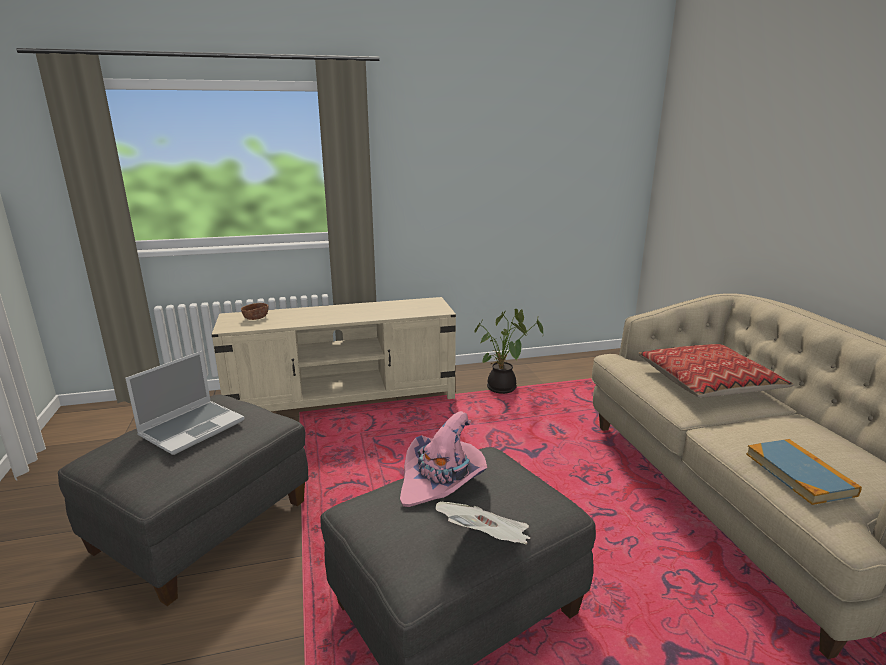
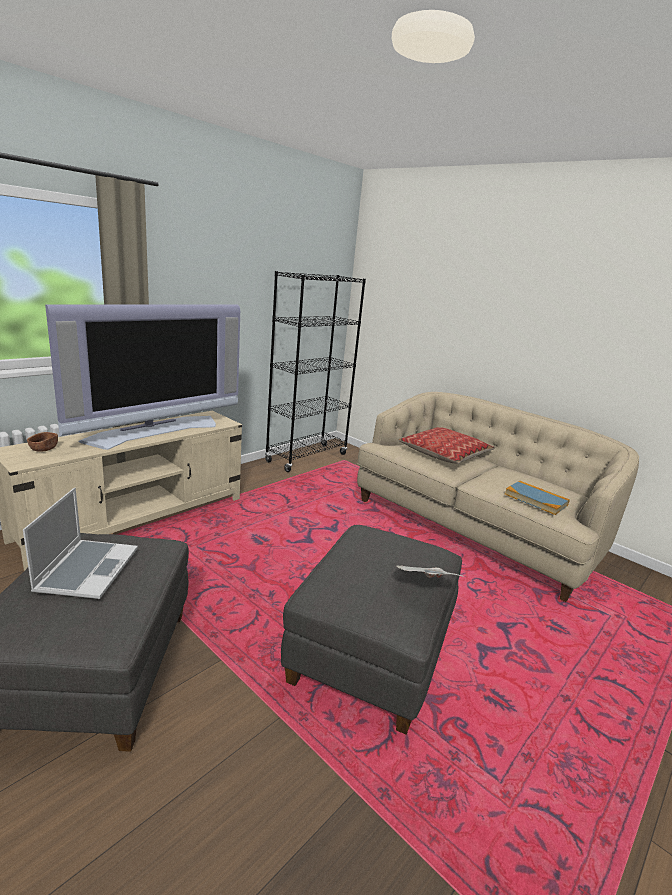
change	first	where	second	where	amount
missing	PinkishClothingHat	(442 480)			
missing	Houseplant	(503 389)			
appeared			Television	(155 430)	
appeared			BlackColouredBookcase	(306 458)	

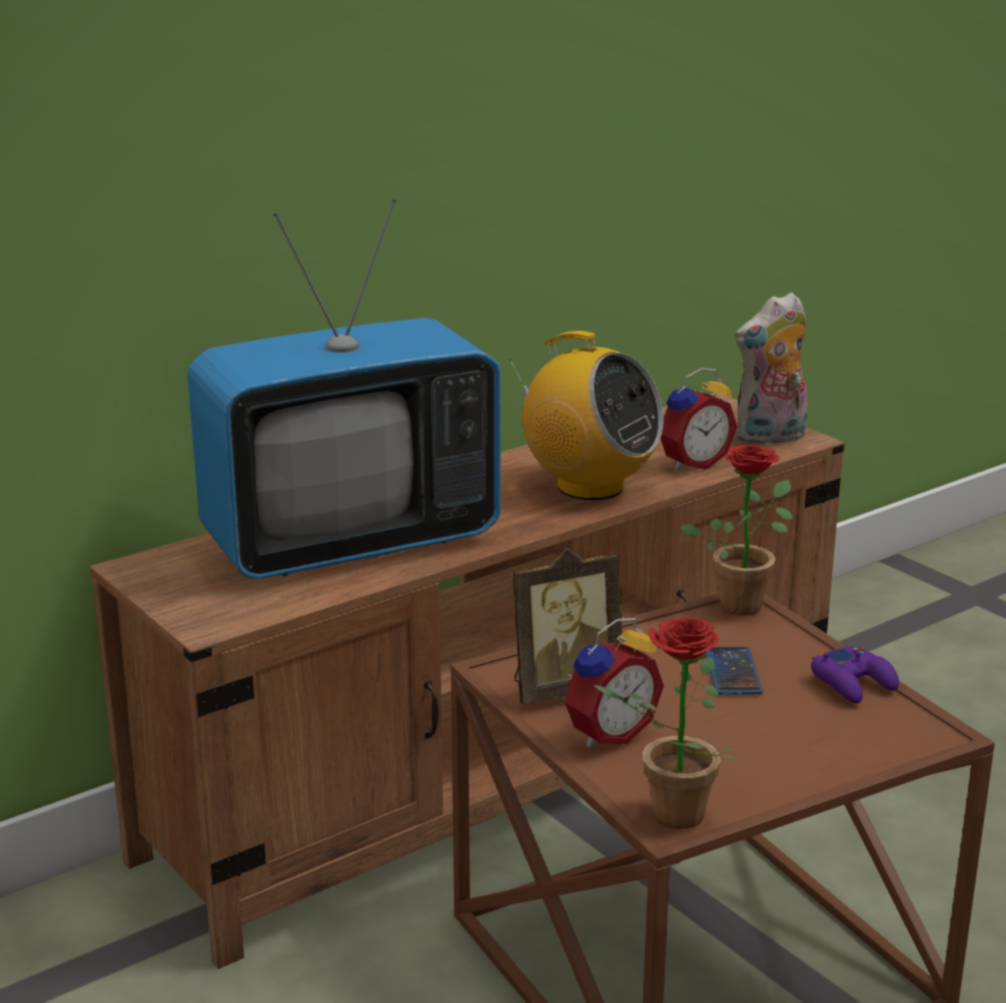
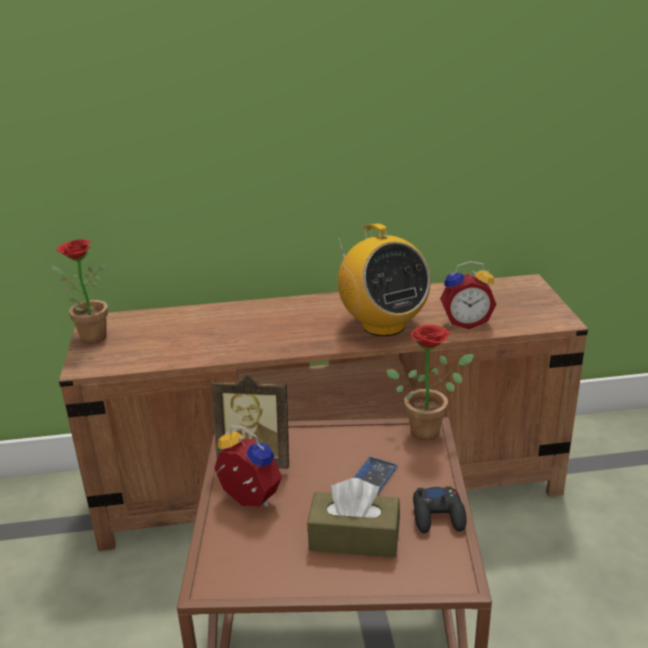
change	first	where	second	where	amount
missing	Television	(350 543)			
missing	CuddlyToy	(771 438)			
appeared			BrownTissueBox	(354 538)	
relocated	Houseplant	(666 816)		(88 337)	
colour	PurpleColouredGameController	(854 683)	BlackColouredGameController	(438 515)	
spun	AlarmClock	(607 733)		(247 501)	135 degrees counterclockwise

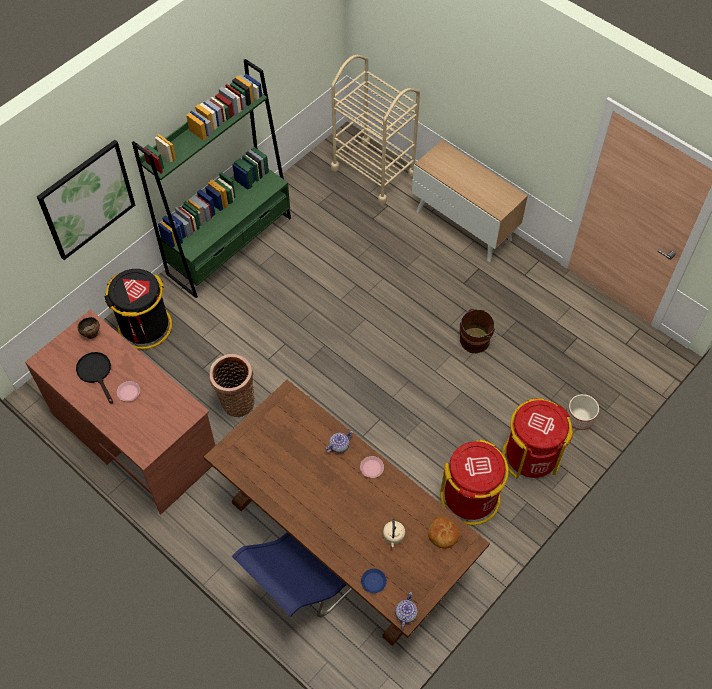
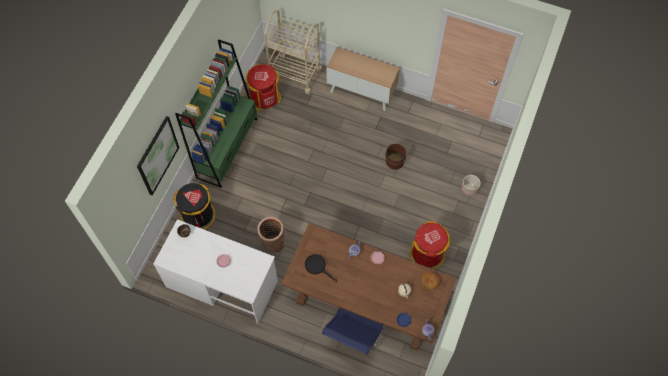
change	first	where	second	where	amount
relocated	BlackColouredPan	(96 373)		(317 267)	
relocated	ReddishRubbishBin	(531 455)		(264 98)	
colour	BrownDesk	(134 435)	WhiteColouredDesk	(222 283)	

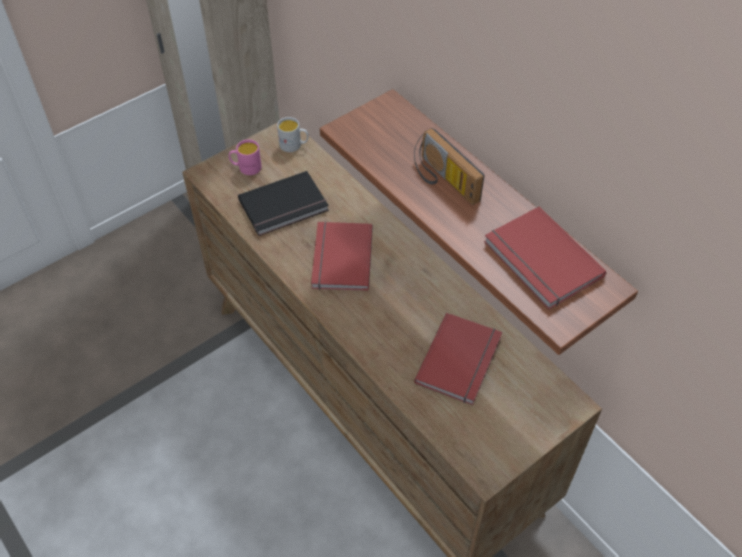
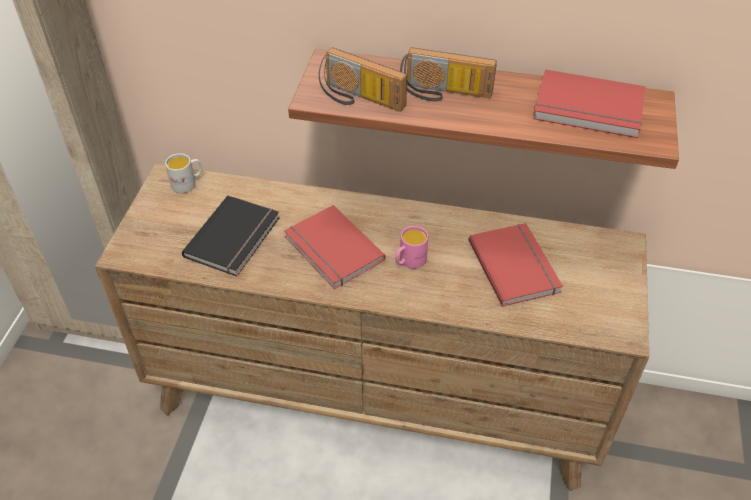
change	first	where	second	where	amount
appeared			RadioSet	(358 99)	
relocated	PinkishCoffeeMug	(246 167)		(409 261)	

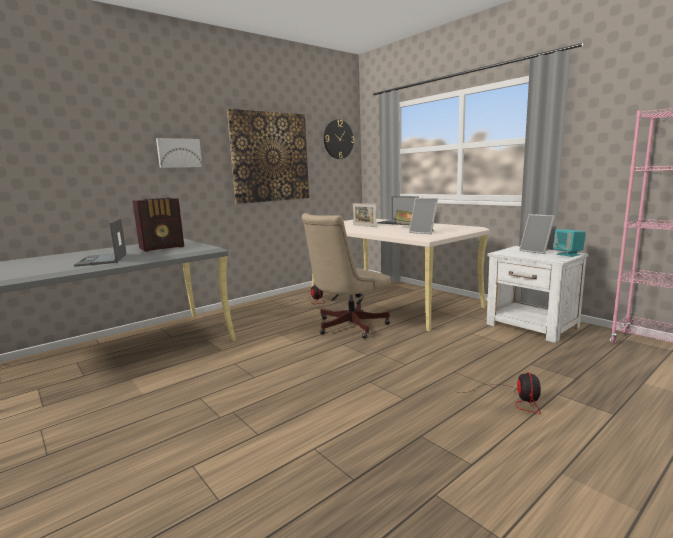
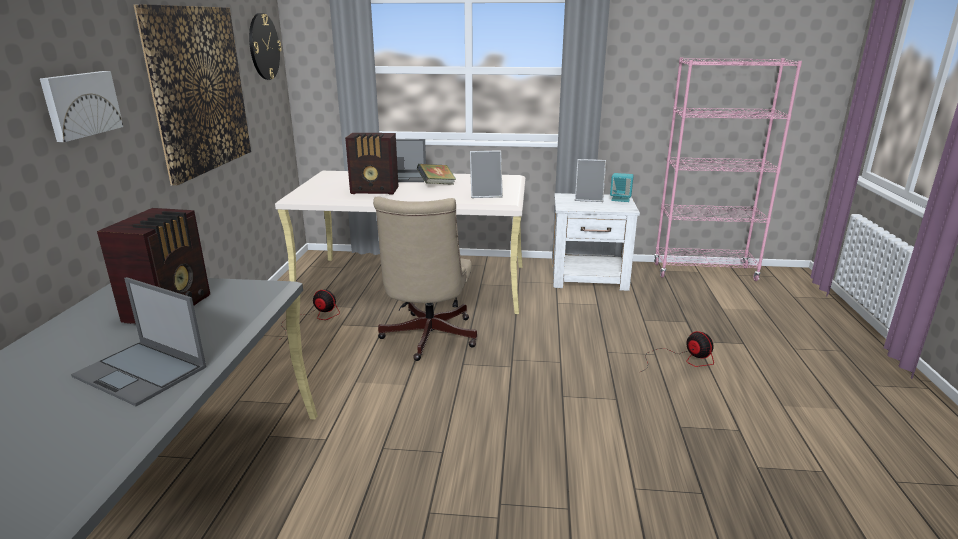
change	first	where	second	where	amount
exchanged	StandingFrame	(364 226)	RadioSet	(375 191)	

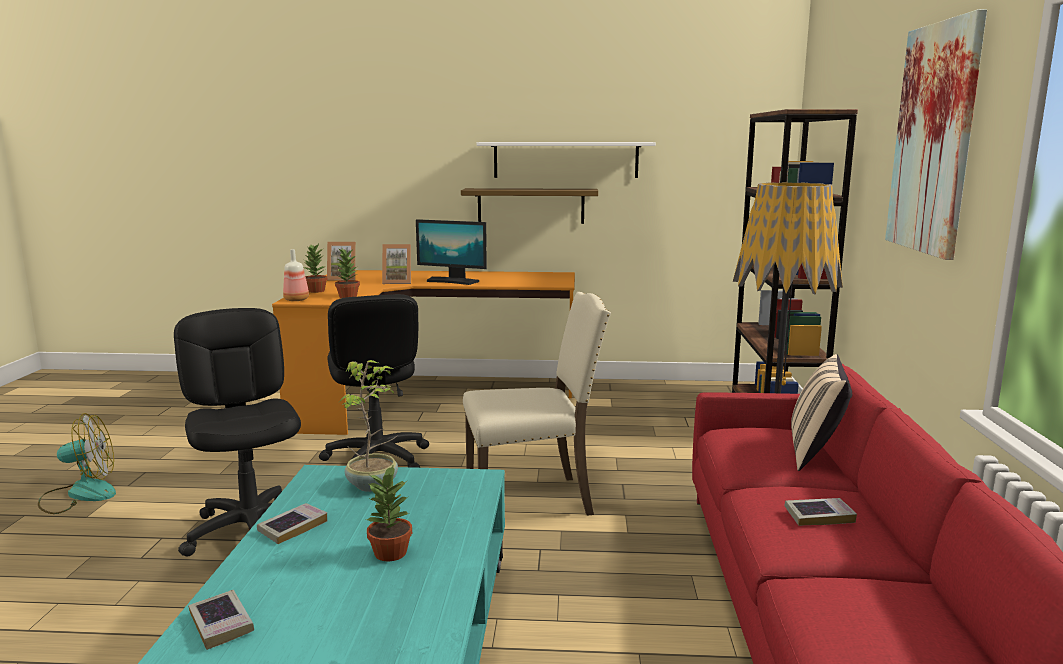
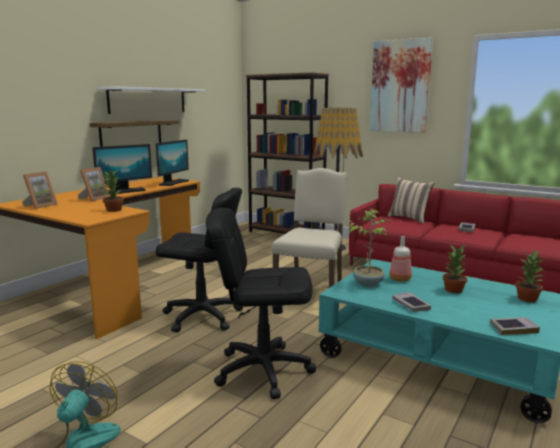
change	first	where	second	where	amount
appeared			ComputerDisplay	(173 183)	
relocated	DrinkBottle	(296 299)		(399 279)	
relocated	Houseplant	(316 291)		(528 299)	

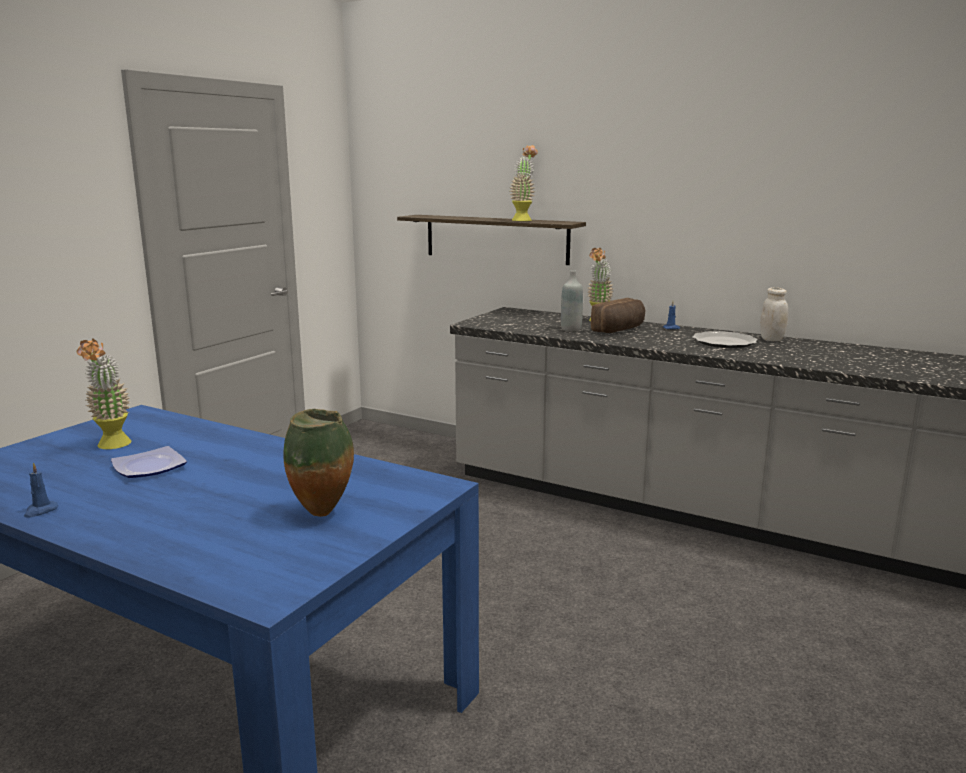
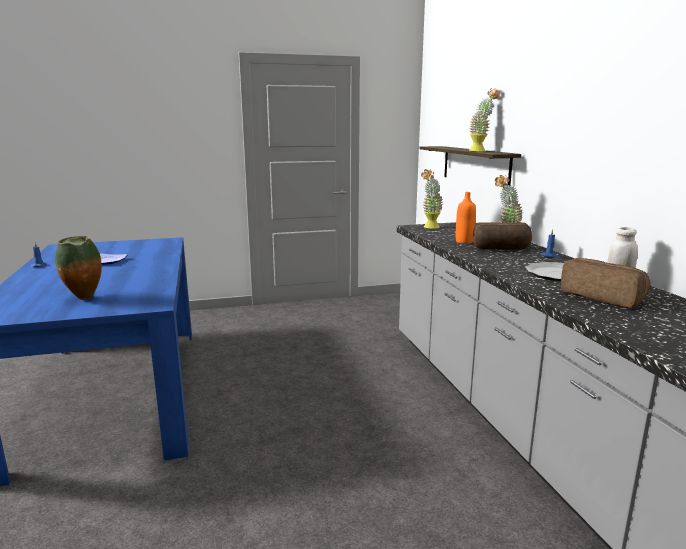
change	first	where	second	where	amount
appeared			Bread	(602 297)	
relocated	Houseplant	(112 447)		(429 227)	
colour	GreyDrinkBottle	(571 329)	OrangeDrinkBottle	(464 241)	

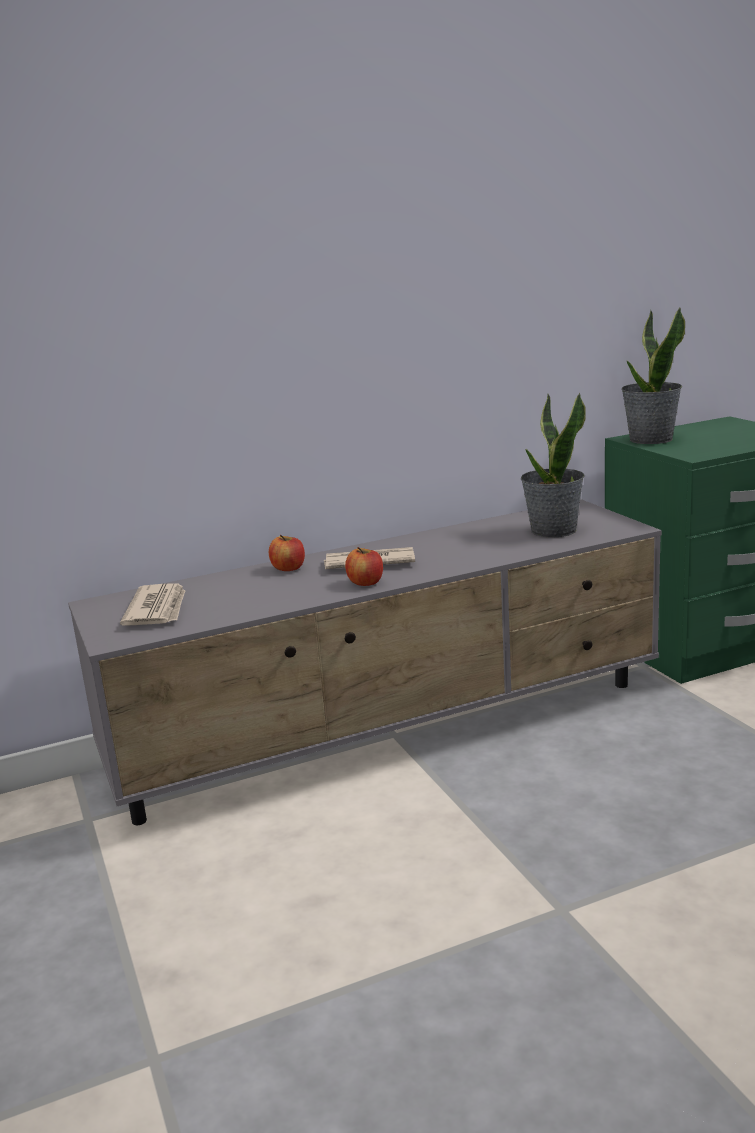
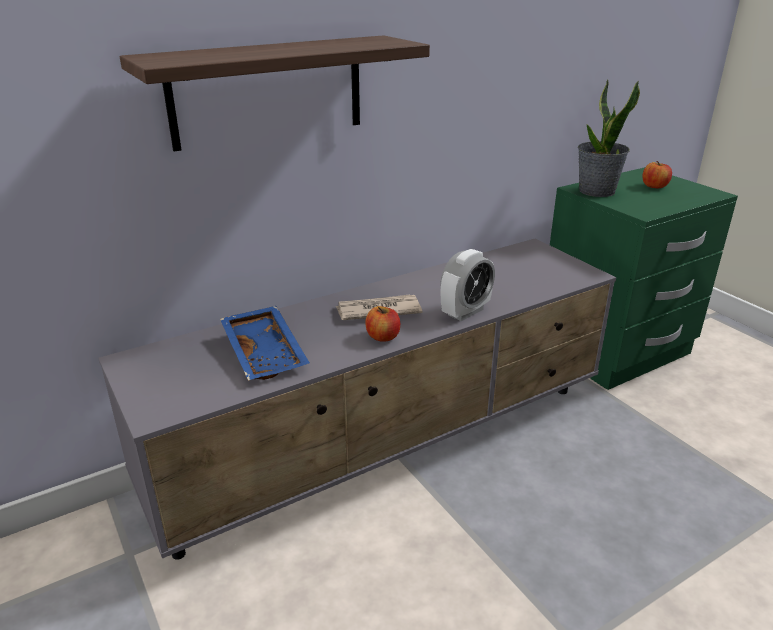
change	first	where	second	where	amount
missing	Newspaper	(158 609)			
missing	Houseplant	(553 530)			
appeared			Shelf	(268 91)	
appeared			BluishServingTray	(266 353)	
appeared			AlarmClock	(465 312)	
relocated	Apple	(288 568)		(654 186)	

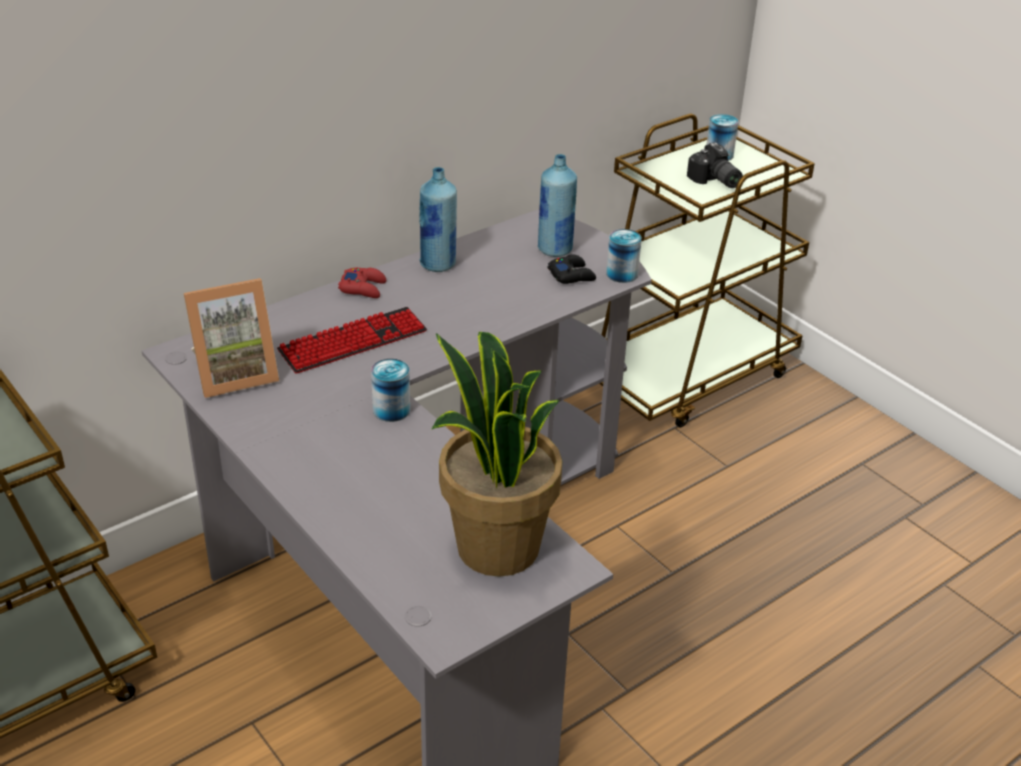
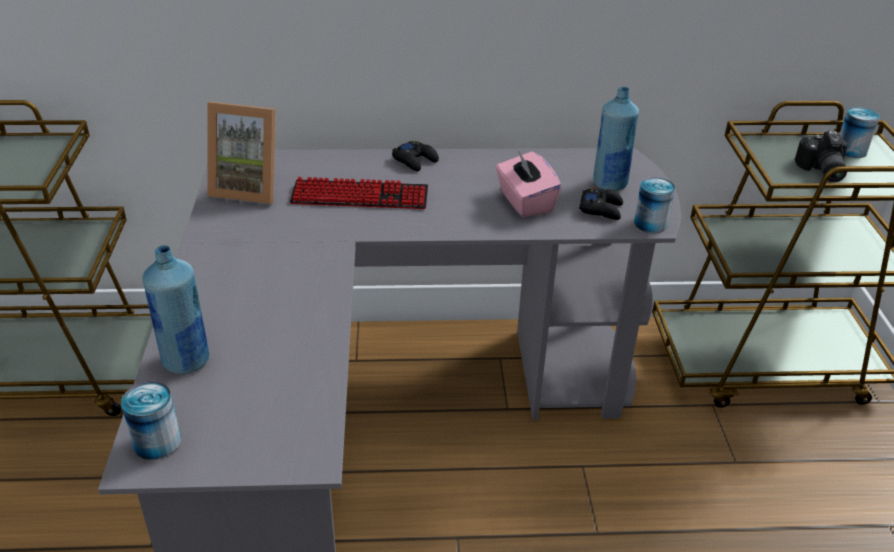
change	first	where	second	where	amount
missing	Houseplant	(496 548)			
appeared			PinkishTissueBox	(524 202)	
relocated	SealedCan	(391 410)		(157 442)	
relocated	BluishDrinkBottle	(438 264)		(186 361)	
colour	ReddishGameController	(363 288)	BlackColouredGameController	(415 160)	

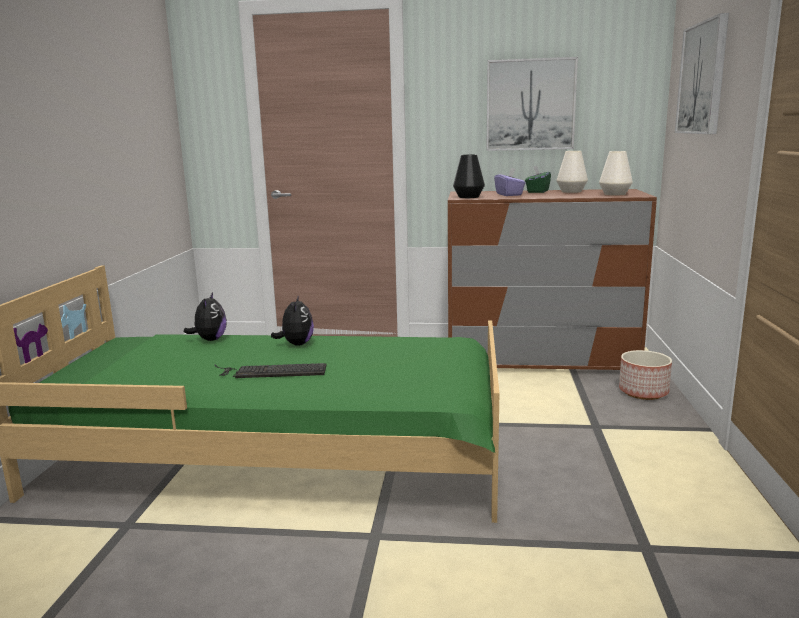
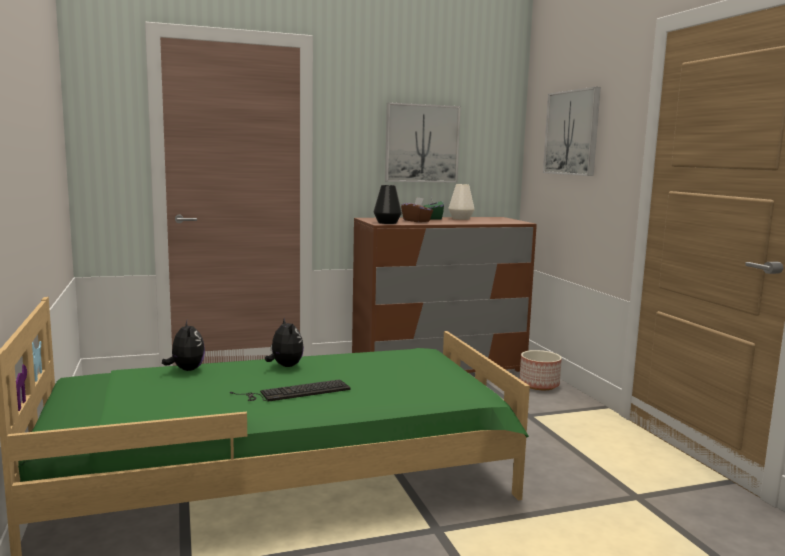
change	first	where	second	where	amount
missing	WhiteColouredVase	(615 194)			
colour	PurpleColouredTissueBox	(509 194)	BrownTissueBox	(416 221)	

